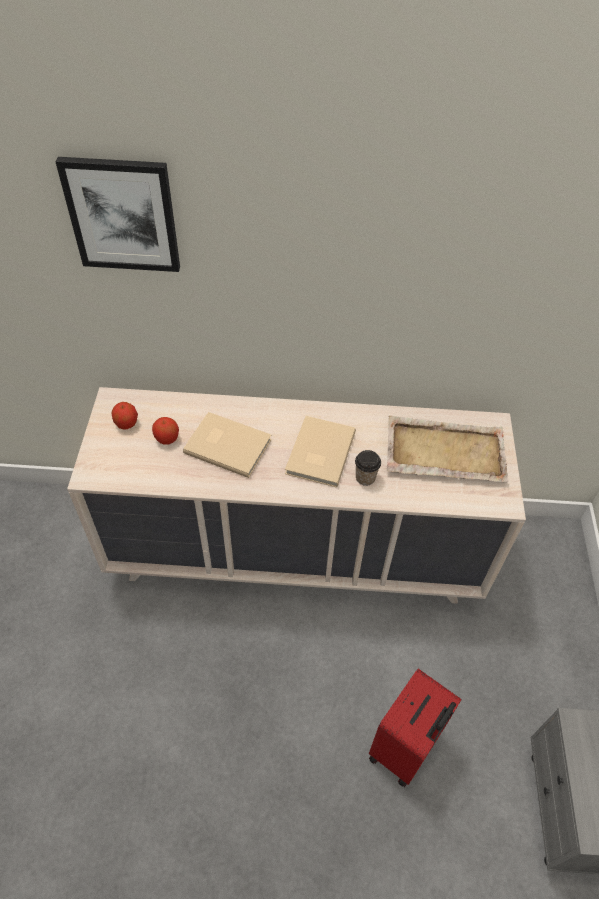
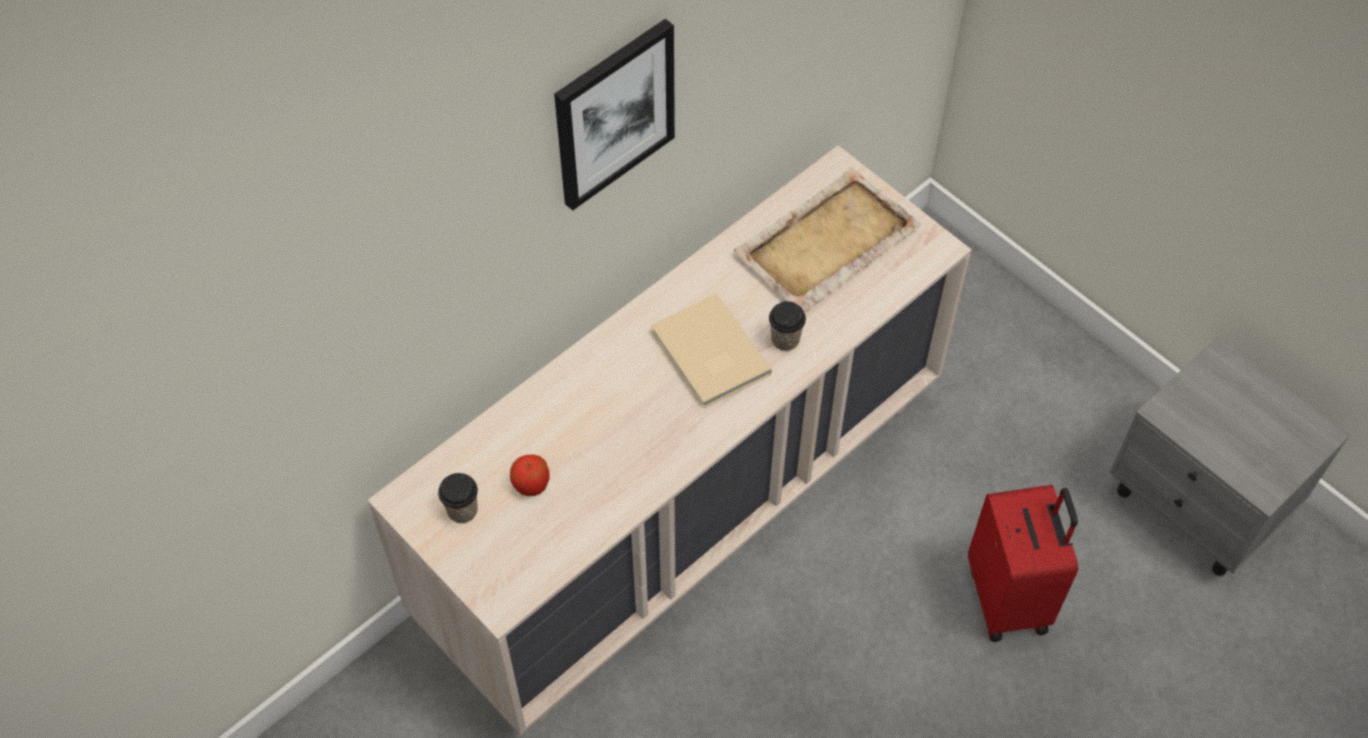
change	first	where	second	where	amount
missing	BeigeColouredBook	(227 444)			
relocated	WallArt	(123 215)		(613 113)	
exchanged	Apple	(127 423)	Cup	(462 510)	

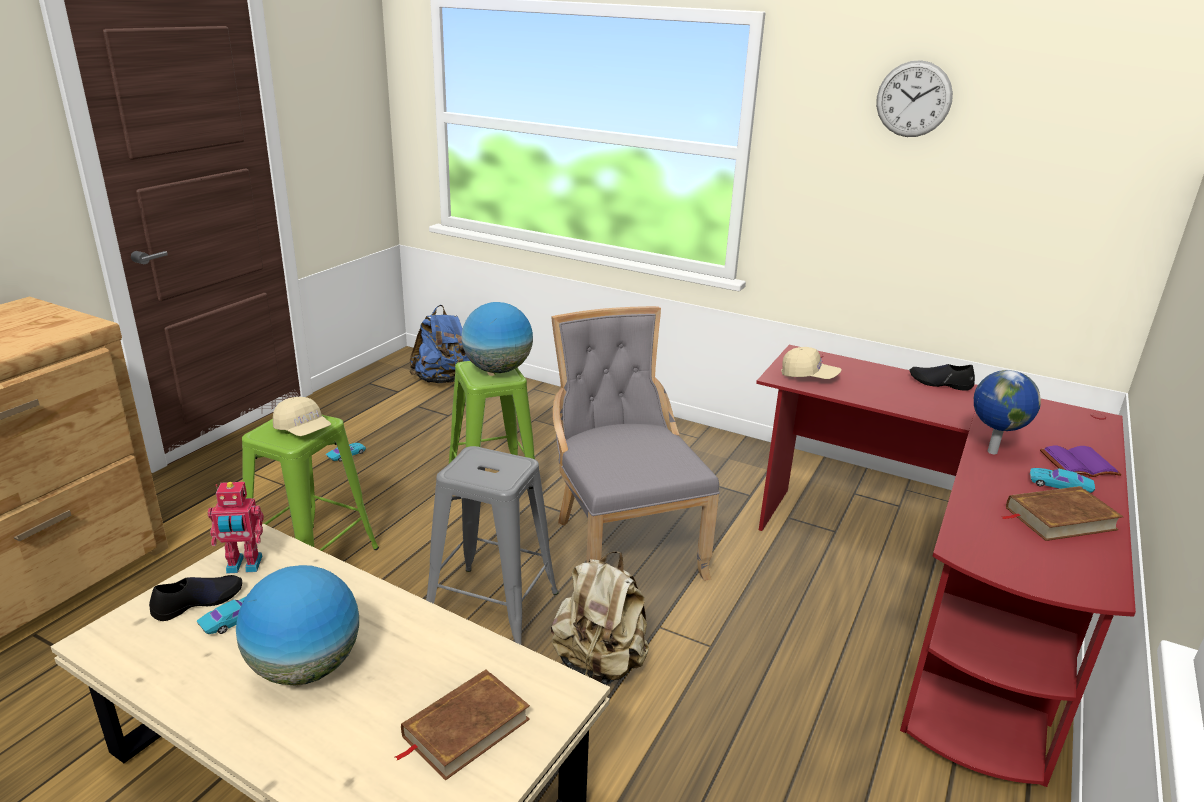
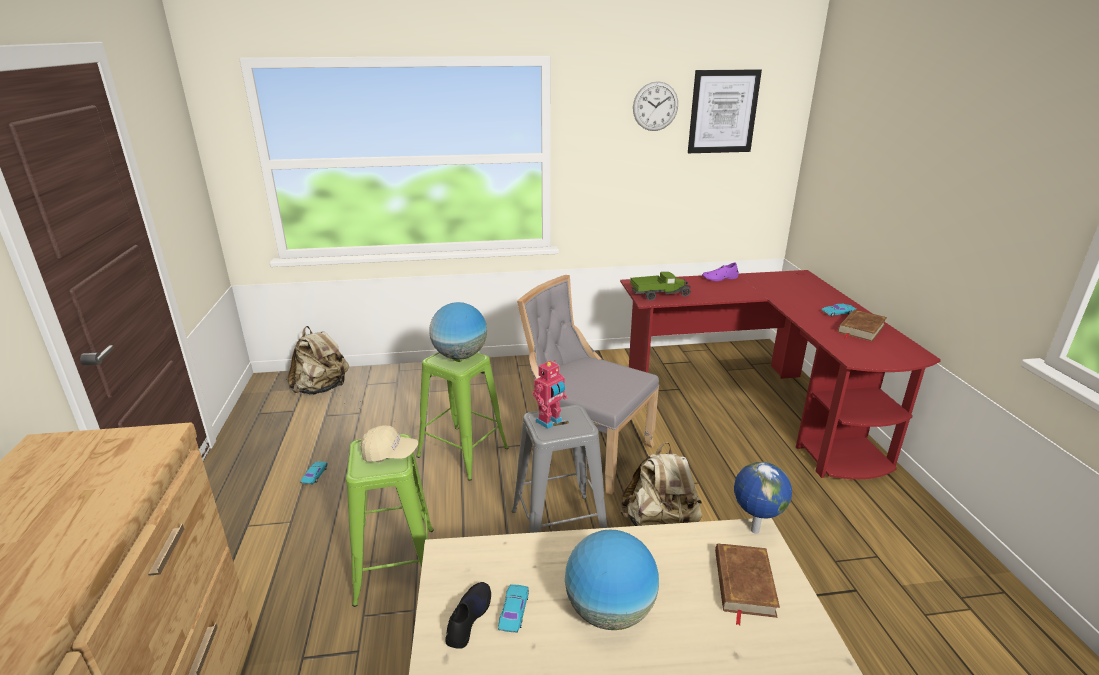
change	first	where	second	where	amount
missing	PurpleColouredBook	(1078 463)			
appeared			WallArt	(723 112)	
relocated	RobotFigure	(244 566)		(550 422)	
relocated	Globe	(990 451)		(753 530)	
exchanged	BeigeColouredPeakedCap	(809 376)	ToyTruck	(659 295)	
colour	BluishRucksack	(444 380)	BeigeColouredRucksack	(322 388)	
colour	BlackColouredItemOfFootwear	(940 383)	PurpleColouredItemOfFootwear	(720 278)	

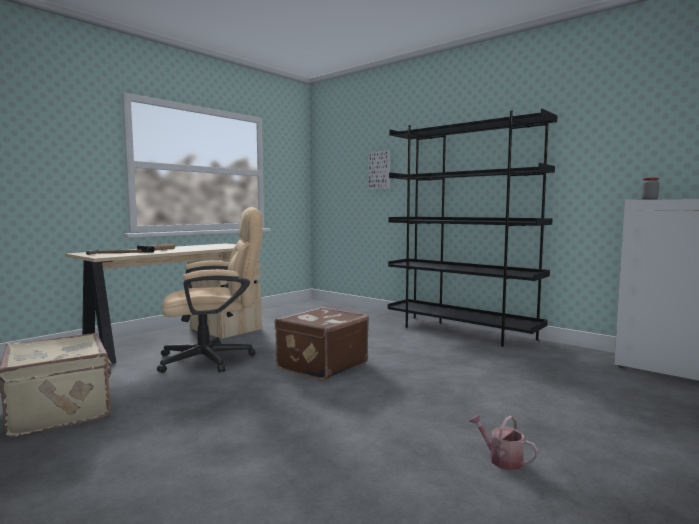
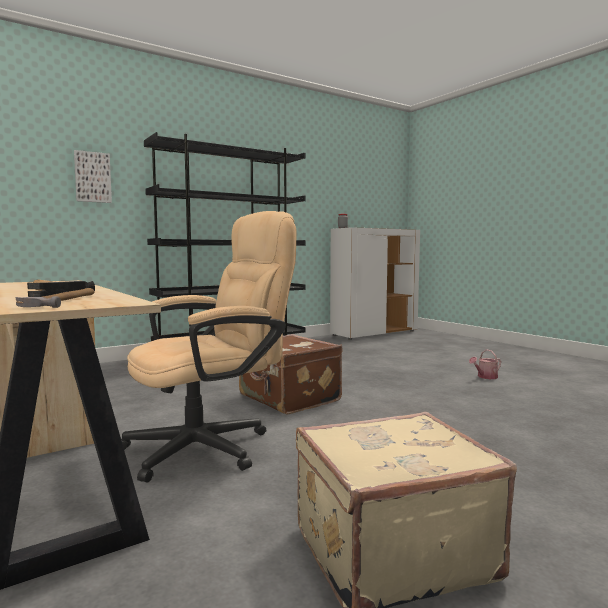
change	first	where	second	where	amount
spun	BeigeColouredDeskChair	(215 358)		(211 446)	60 degrees clockwise

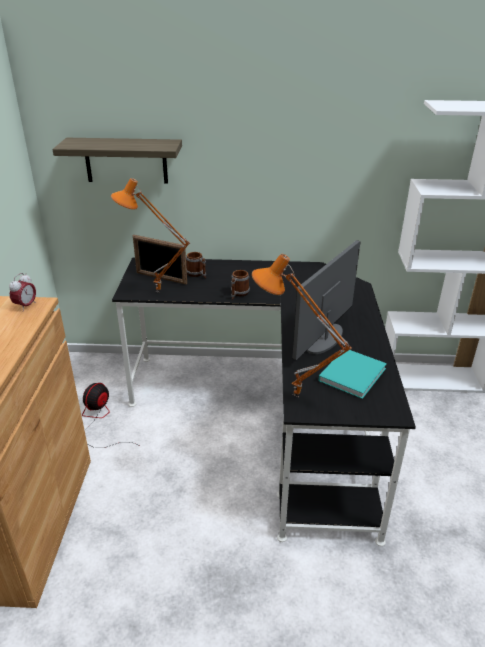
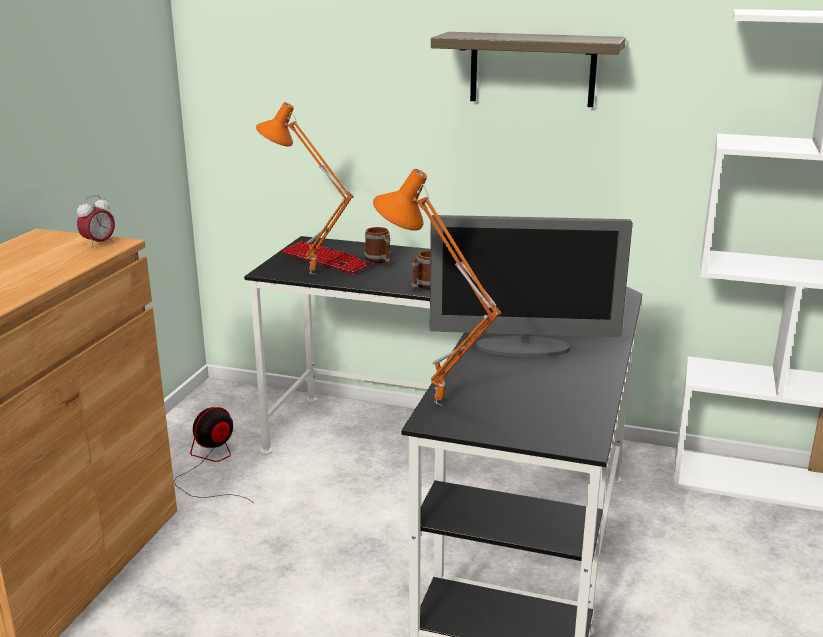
change	first	where	second	where	amount
missing	TurquoiseBook	(353 373)			
relocated	Shelf	(126 160)		(532 69)	
exchanged	StandingFrame	(161 278)	Keyboard	(326 260)	
spun	ComputerDisplay	(324 339)		(523 348)	135 degrees counterclockwise

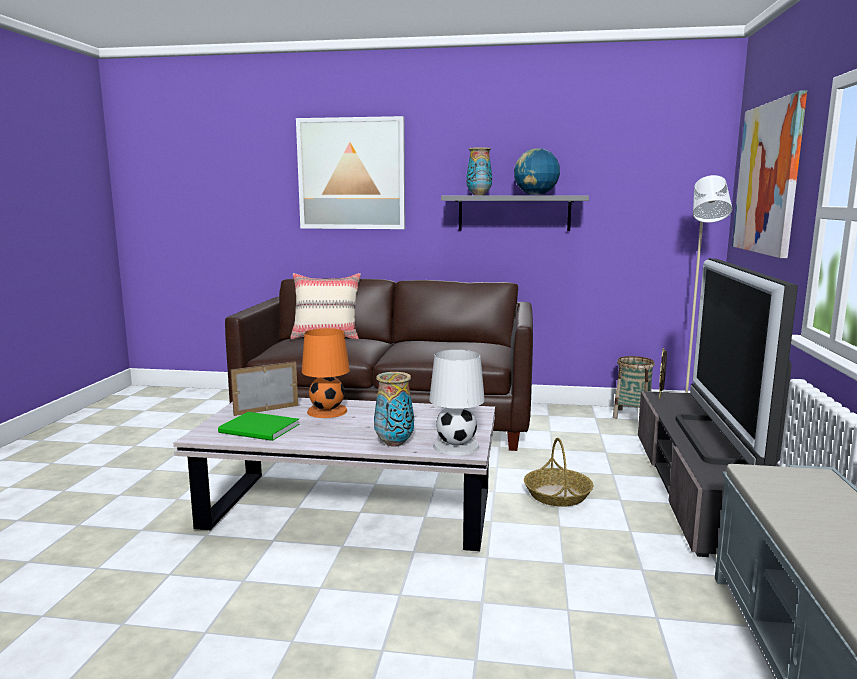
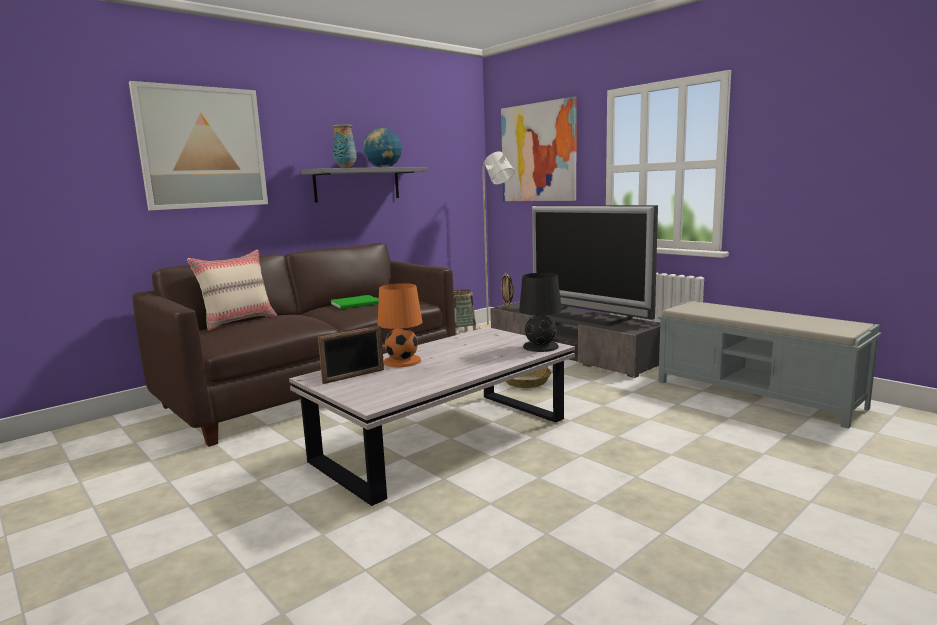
change	first	where	second	where	amount
missing	Vase	(394 443)			
relocated	GreenishBook	(260 429)		(357 303)	
colour	WhiteColouredTableLamp	(456 446)	BlackColouredTableLamp	(540 346)	
spun	StandingFrame	(266 410)		(354 376)	135 degrees counterclockwise

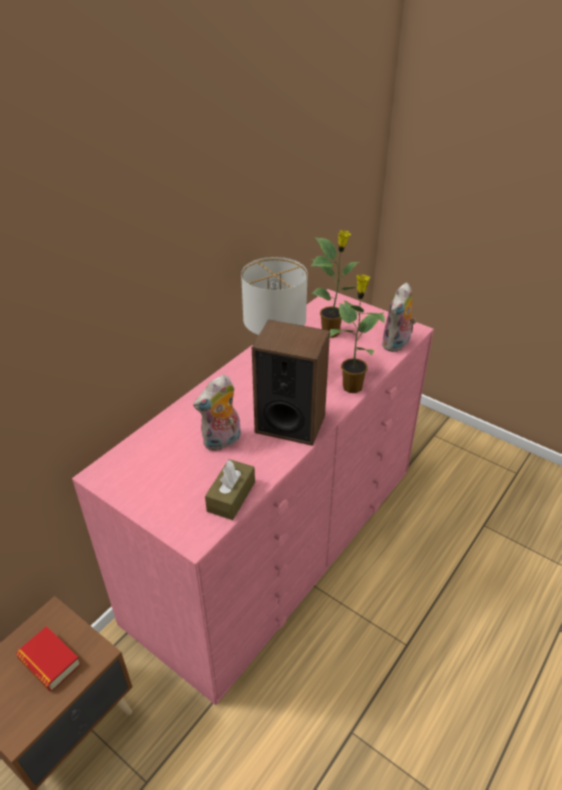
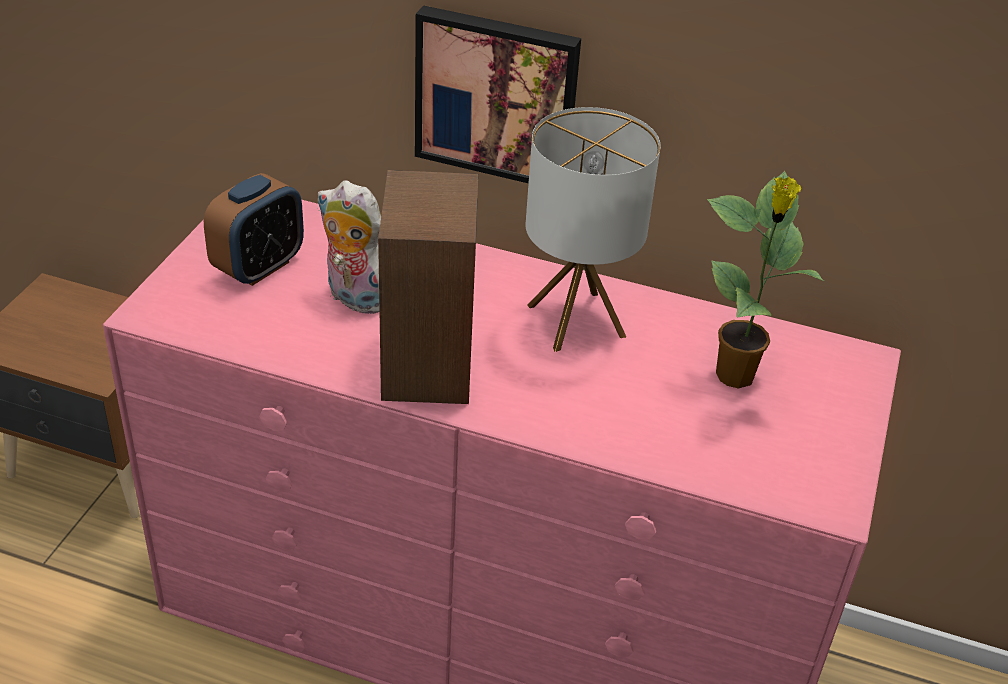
change	first	where	second	where	amount
missing	Book	(50 662)			
missing	BrownTissueBox	(231 496)			
missing	Houseplant	(352 386)			
missing	CuddlyToy	(397 344)			
appeared			AlarmClock	(259 267)	
appeared			WallArt	(497 95)	

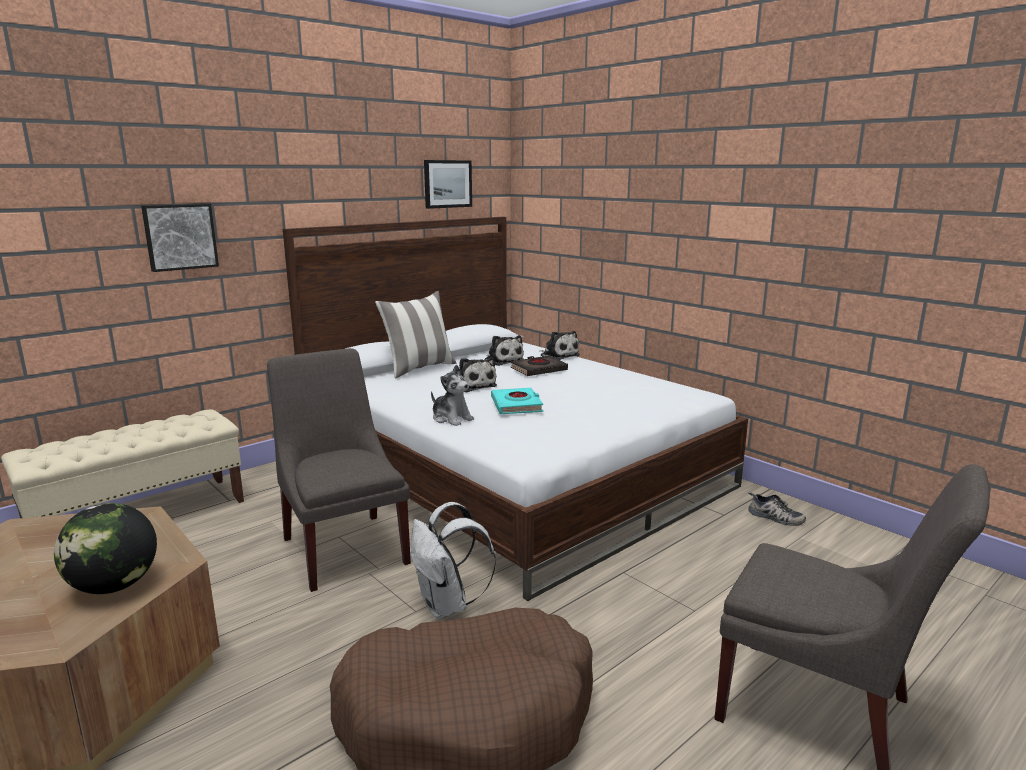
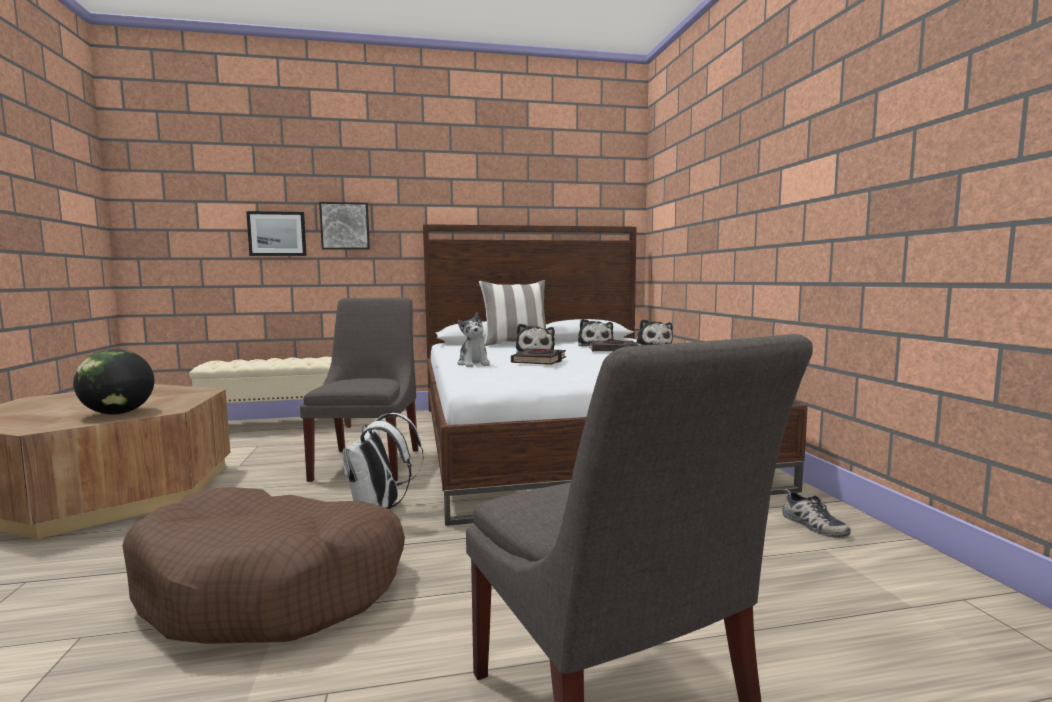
change	first	where	second	where	amount
relocated	WallArt	(447 184)		(277 234)	
colour	TurquoiseBook	(516 405)	BlackColouredBook	(539 361)	

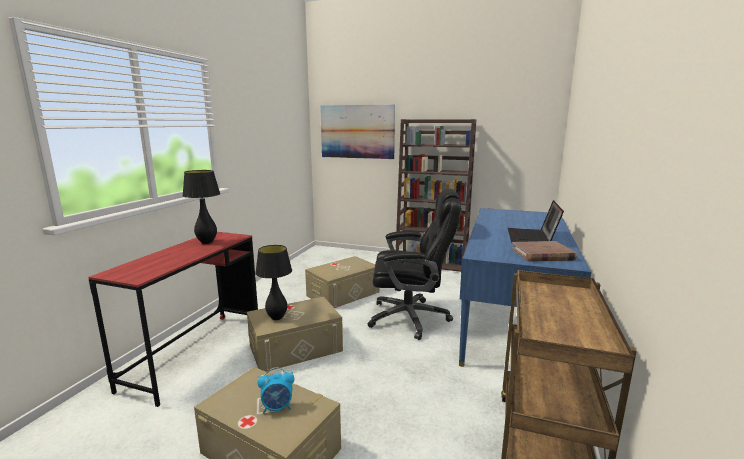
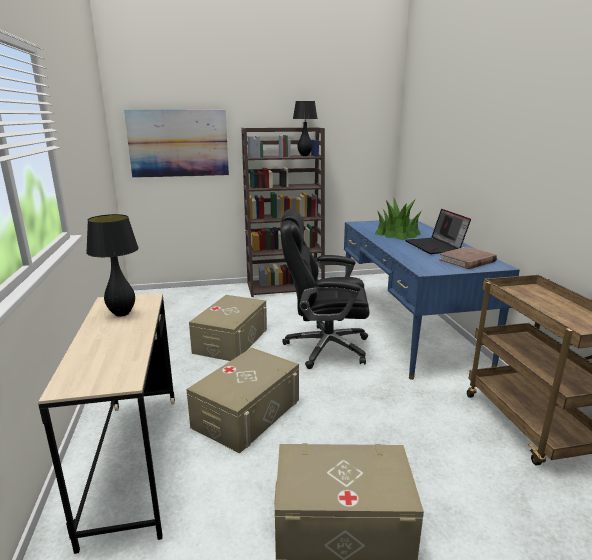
change	first	where	second	where	amount
missing	AlarmClock	(277 407)			
appeared			Houseplant	(397 234)	
relocated	BlackColouredTableLamp	(277 318)		(304 155)	
colour	ReddishDesk	(196 354)	BeigeColouredDesk	(134 462)	
spun	BlackColouredDeskChair	(410 318)		(325 347)	150 degrees counterclockwise

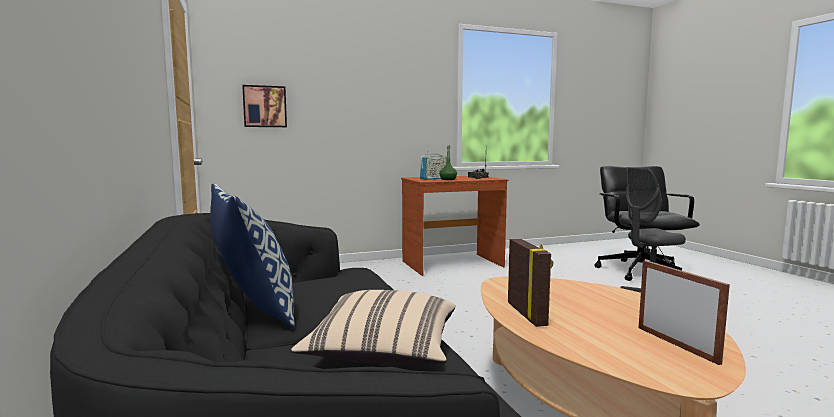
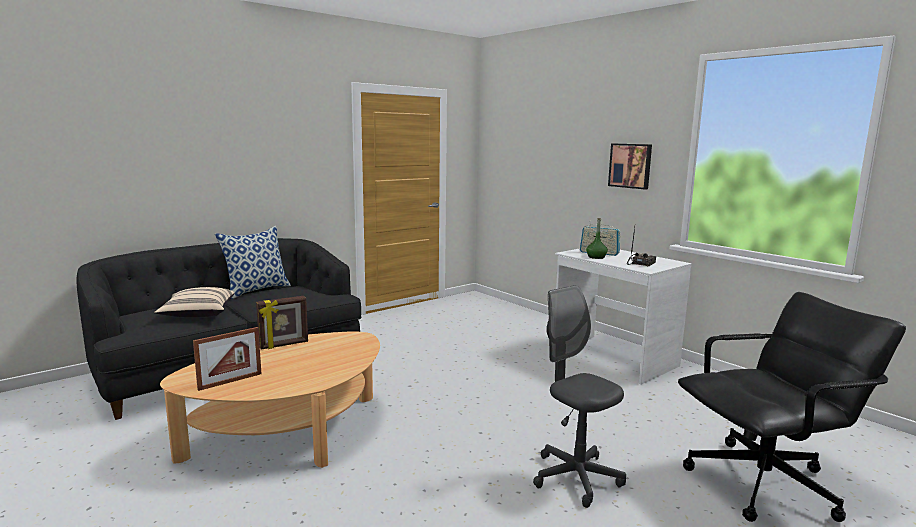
change	first	where	second	where	amount
relocated	WallArt	(264 106)		(630 165)	
colour	BrownDesk	(452 264)	WhiteColouredDesk	(613 358)	

